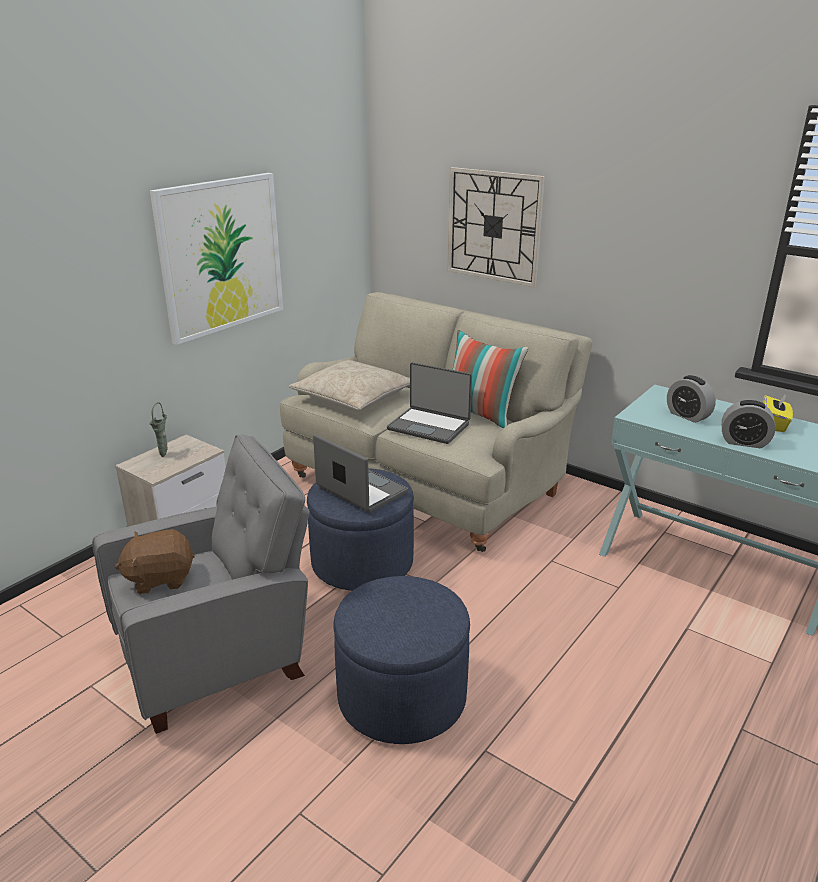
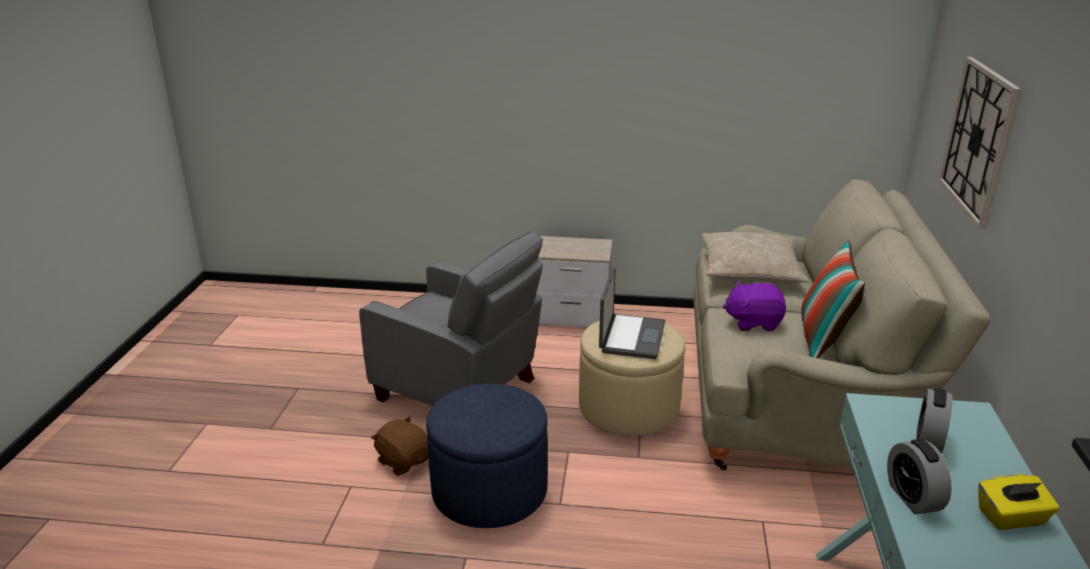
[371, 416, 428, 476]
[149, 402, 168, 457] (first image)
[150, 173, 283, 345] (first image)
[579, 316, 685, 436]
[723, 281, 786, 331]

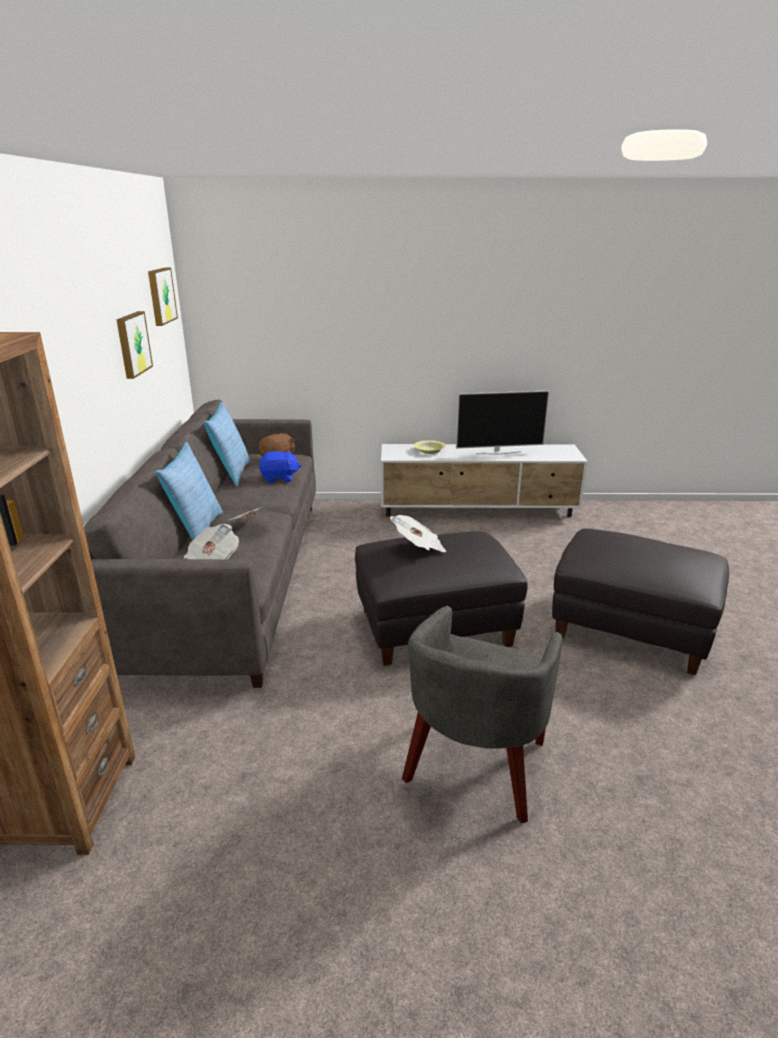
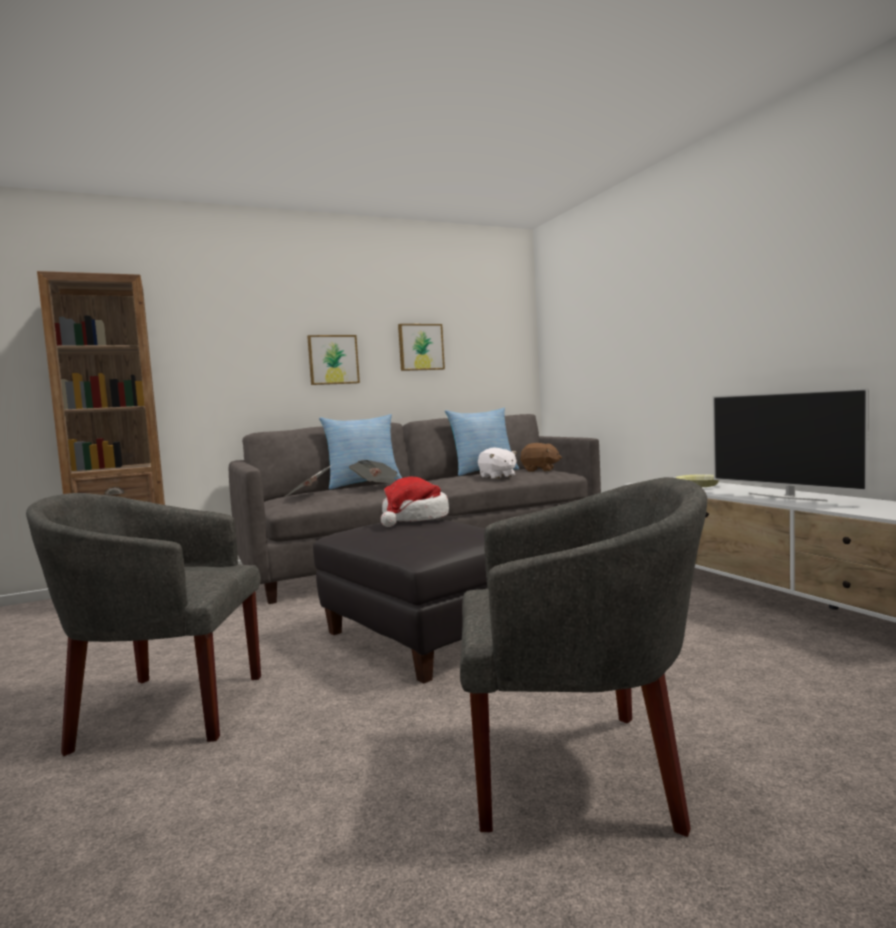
[307, 335, 360, 385]
[478, 448, 517, 479]
[381, 477, 449, 527]
[460, 477, 707, 837]

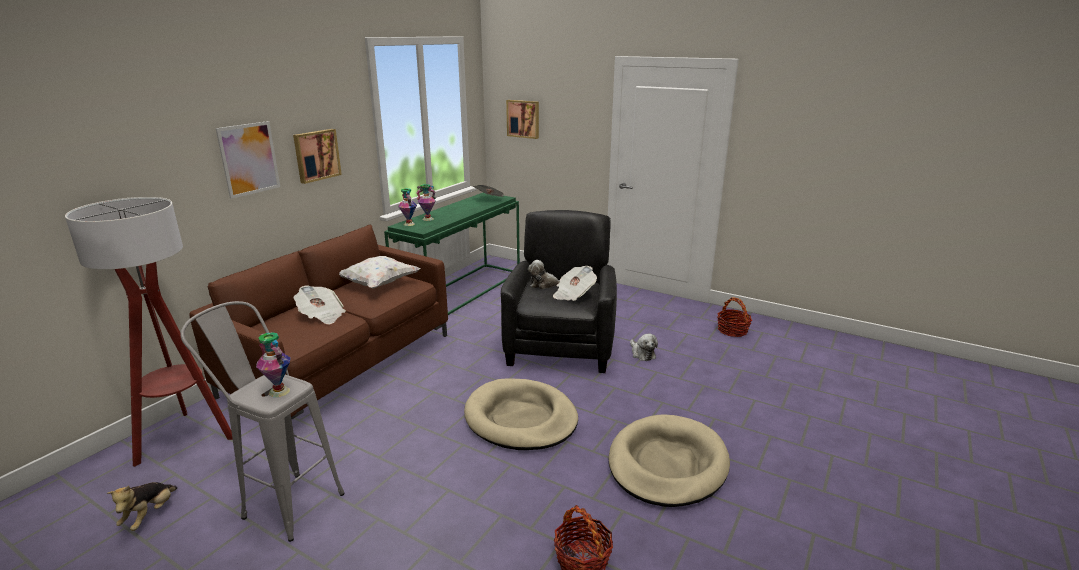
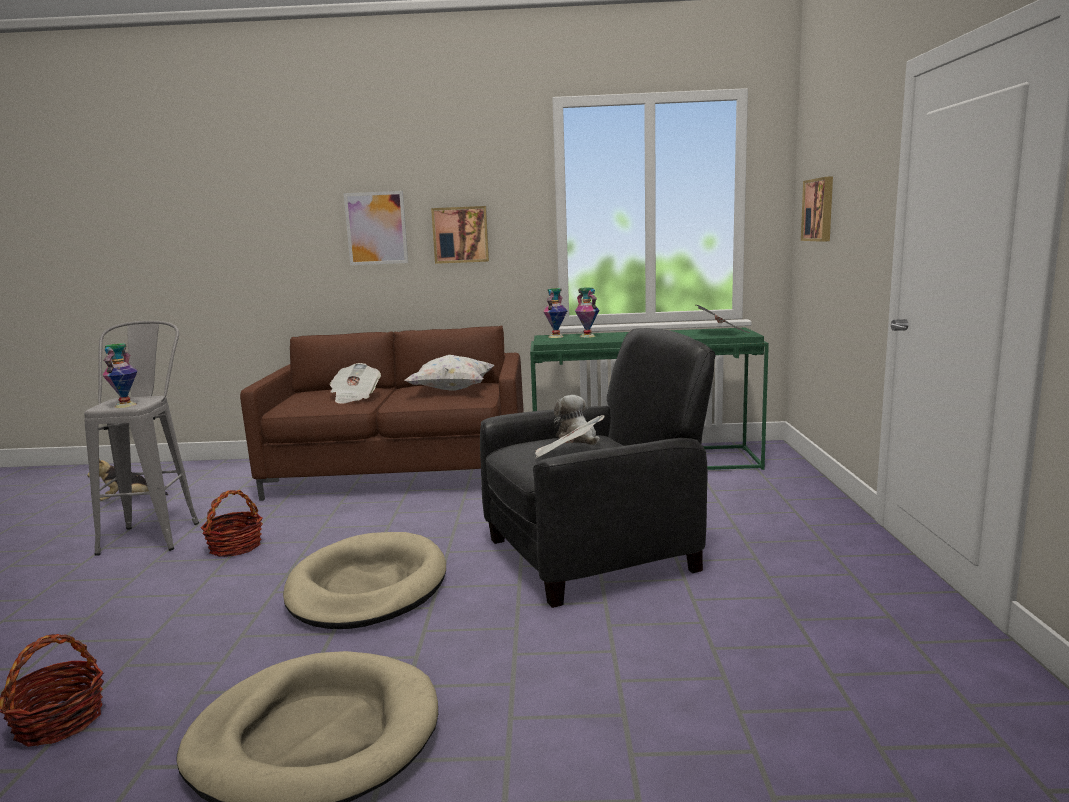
[65, 197, 233, 467] (first image)
[630, 334, 658, 361] (first image)
[201, 490, 263, 557]

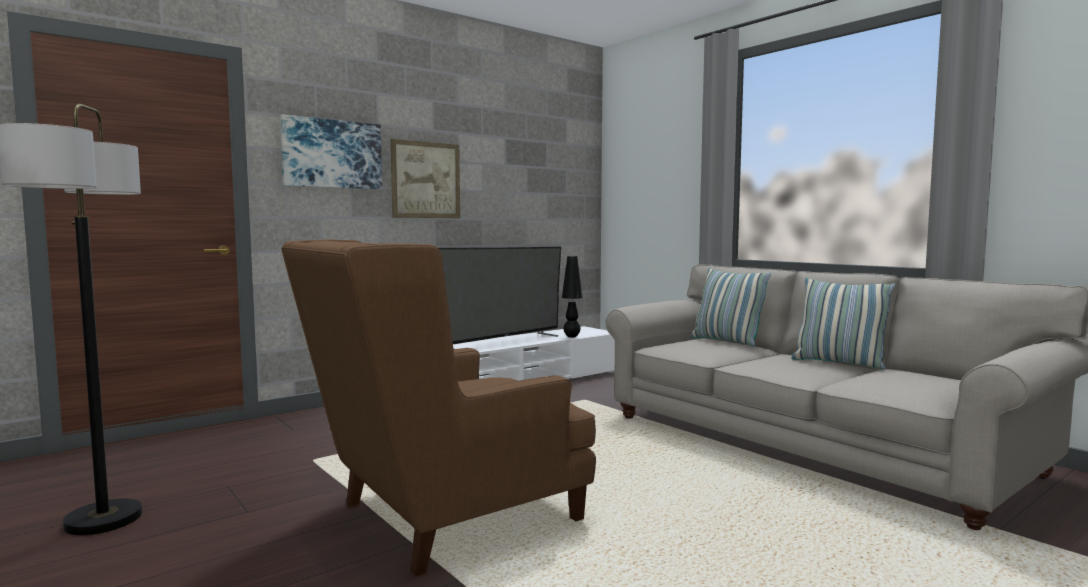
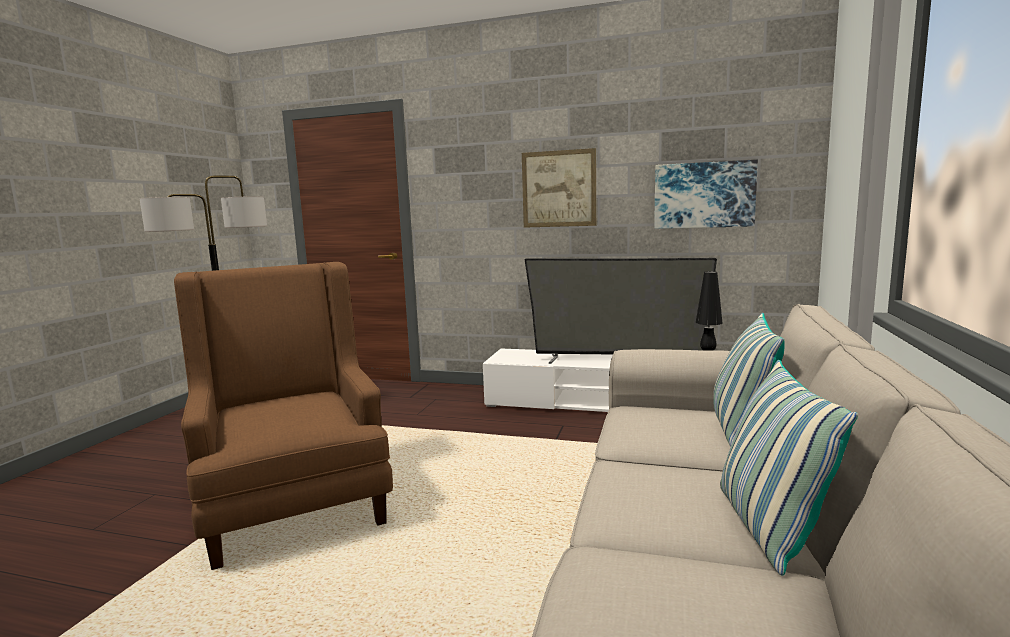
[654, 160, 758, 229]
[174, 262, 393, 570]

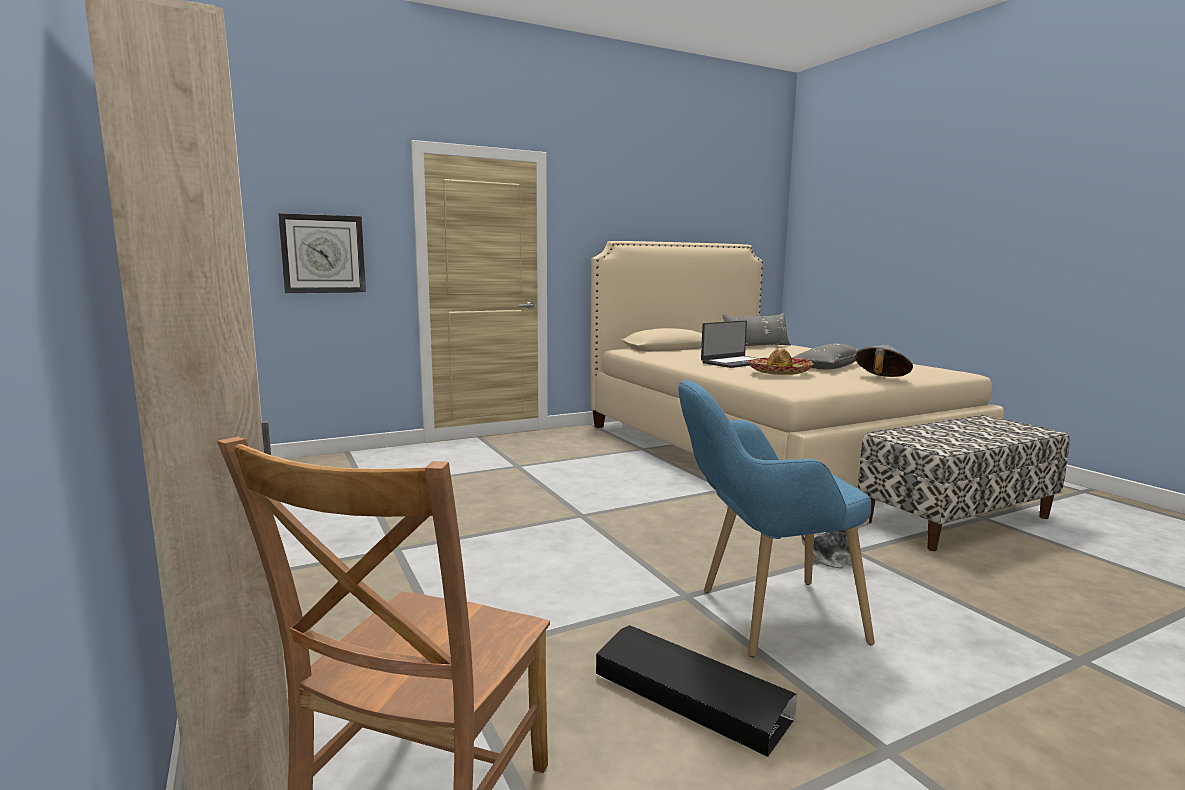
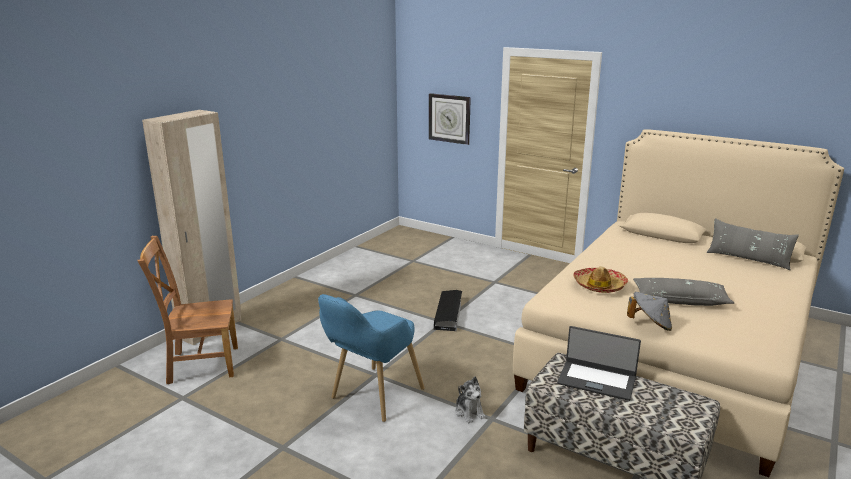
[434, 290, 462, 331]
[318, 294, 425, 422]
[557, 326, 641, 401]

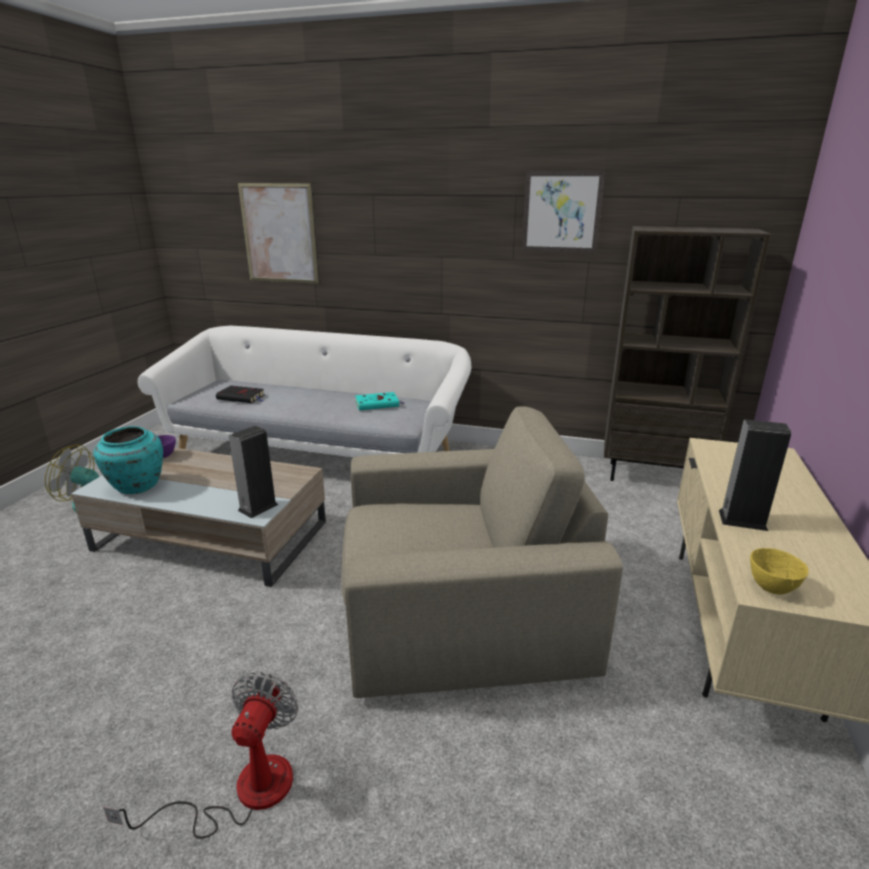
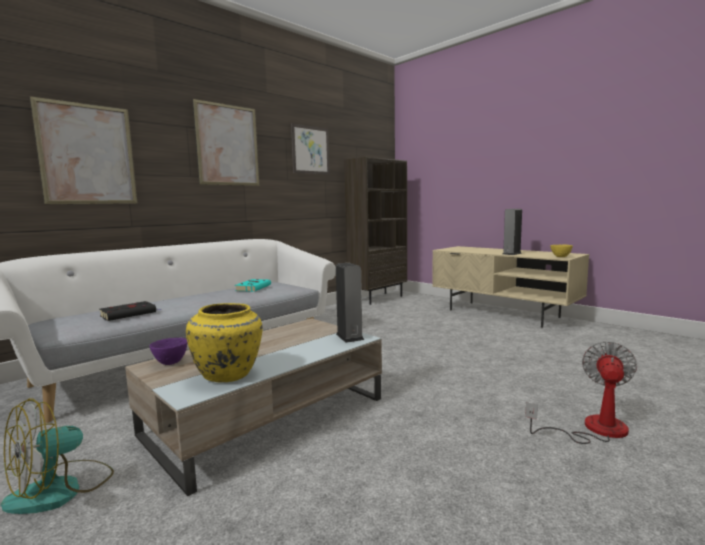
[186, 303, 262, 383]
[525, 341, 637, 444]
[341, 406, 623, 698] (first image)
[192, 99, 259, 186]

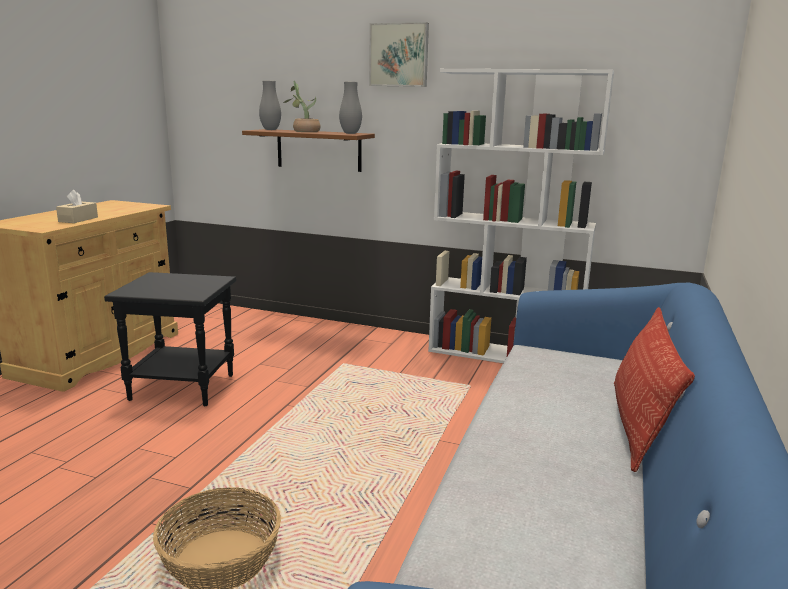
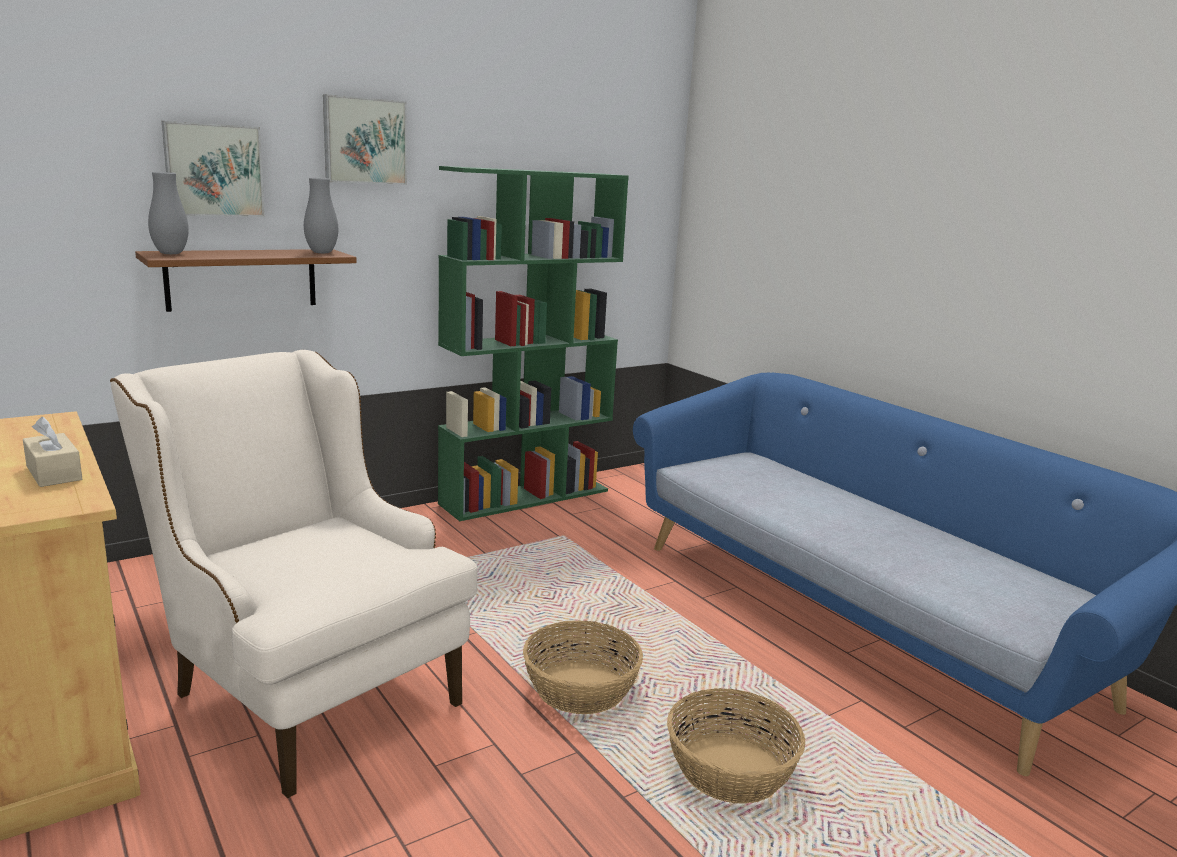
[110, 350, 477, 798]
[283, 81, 321, 132] (first image)
[438, 166, 629, 521]
[614, 307, 695, 472] (first image)
[162, 121, 265, 217]
[523, 621, 643, 714]

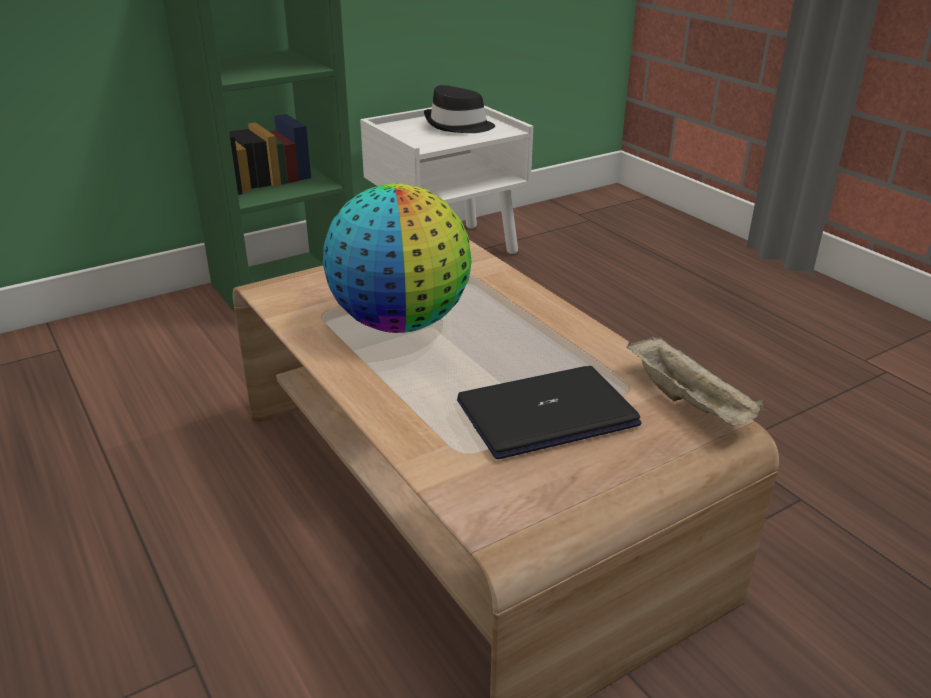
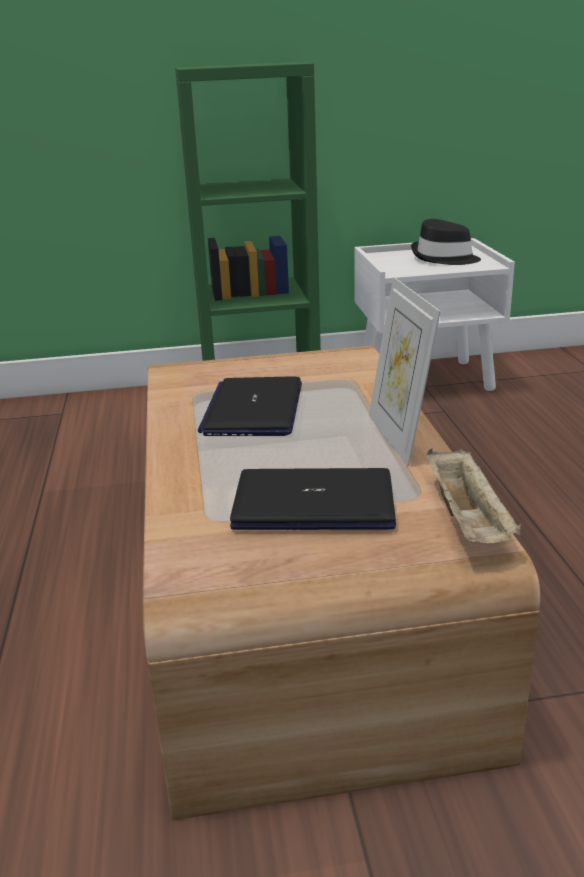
[198, 376, 302, 436]
[369, 277, 441, 466]

